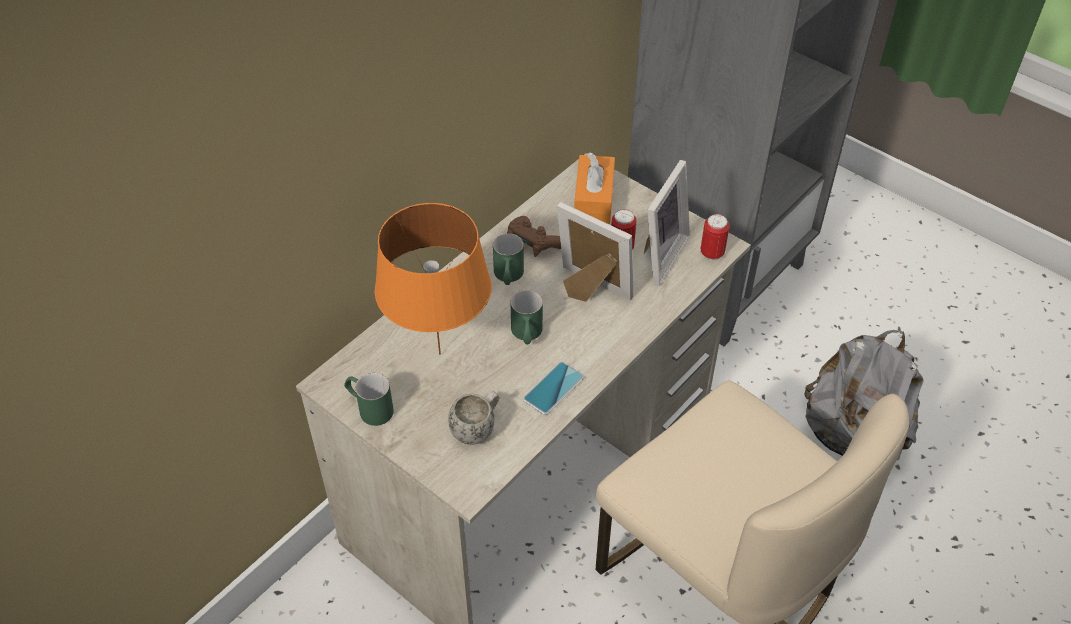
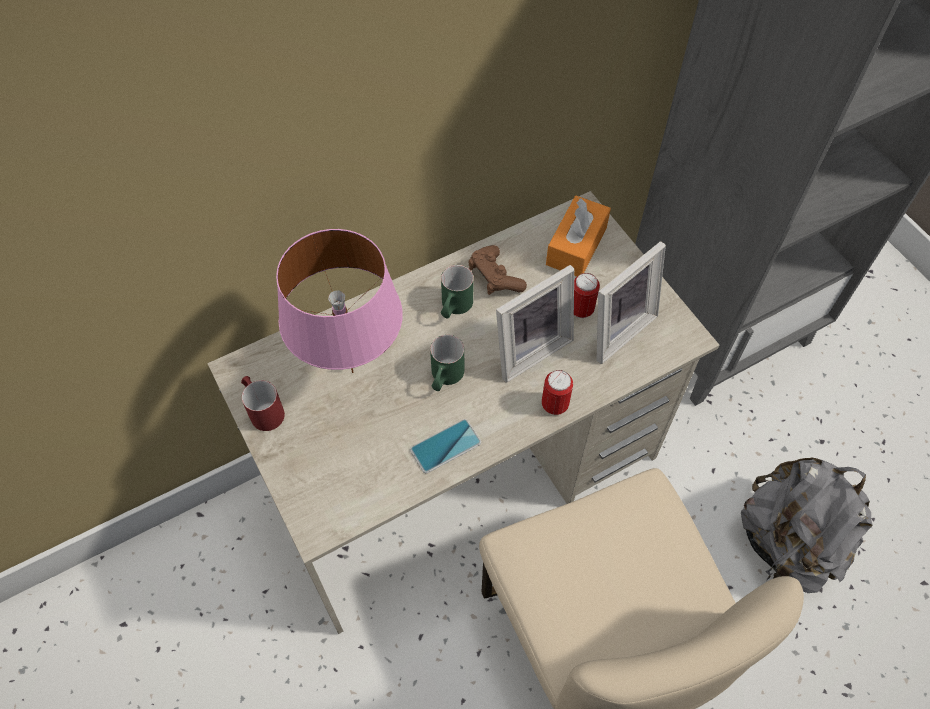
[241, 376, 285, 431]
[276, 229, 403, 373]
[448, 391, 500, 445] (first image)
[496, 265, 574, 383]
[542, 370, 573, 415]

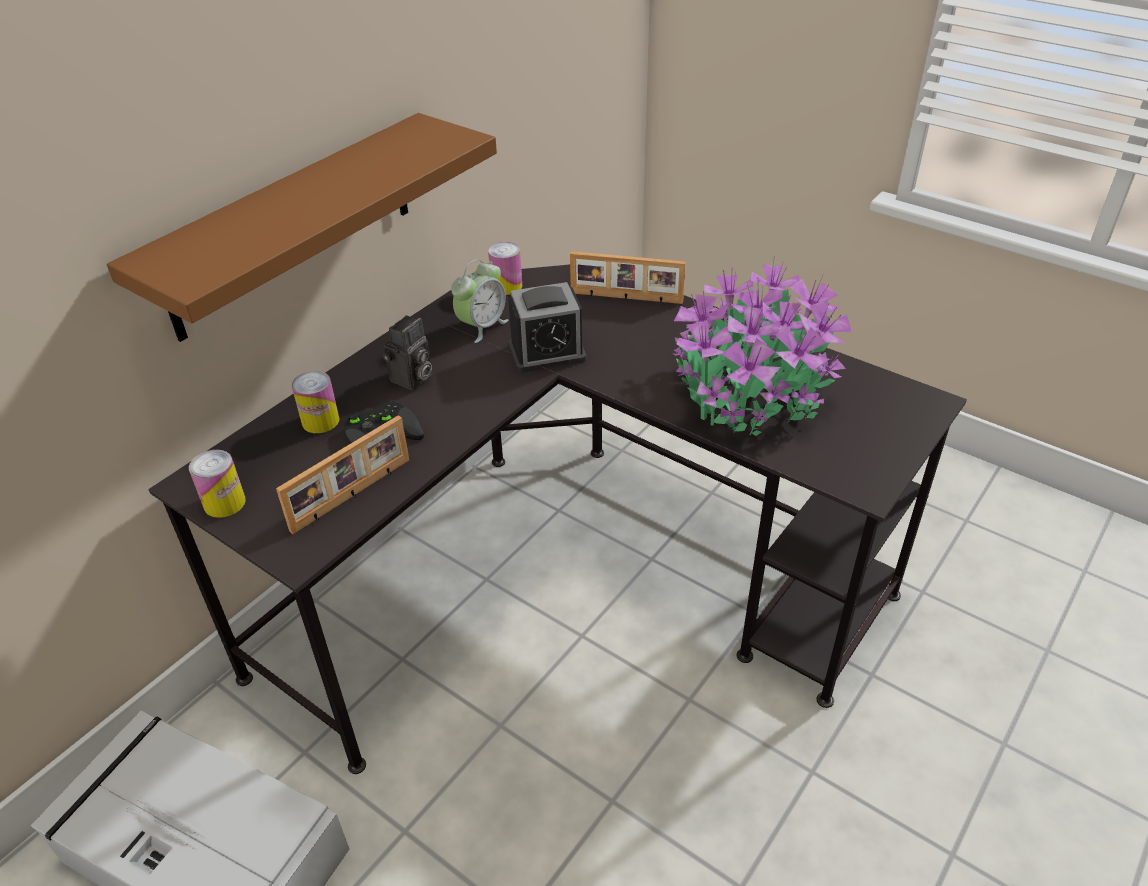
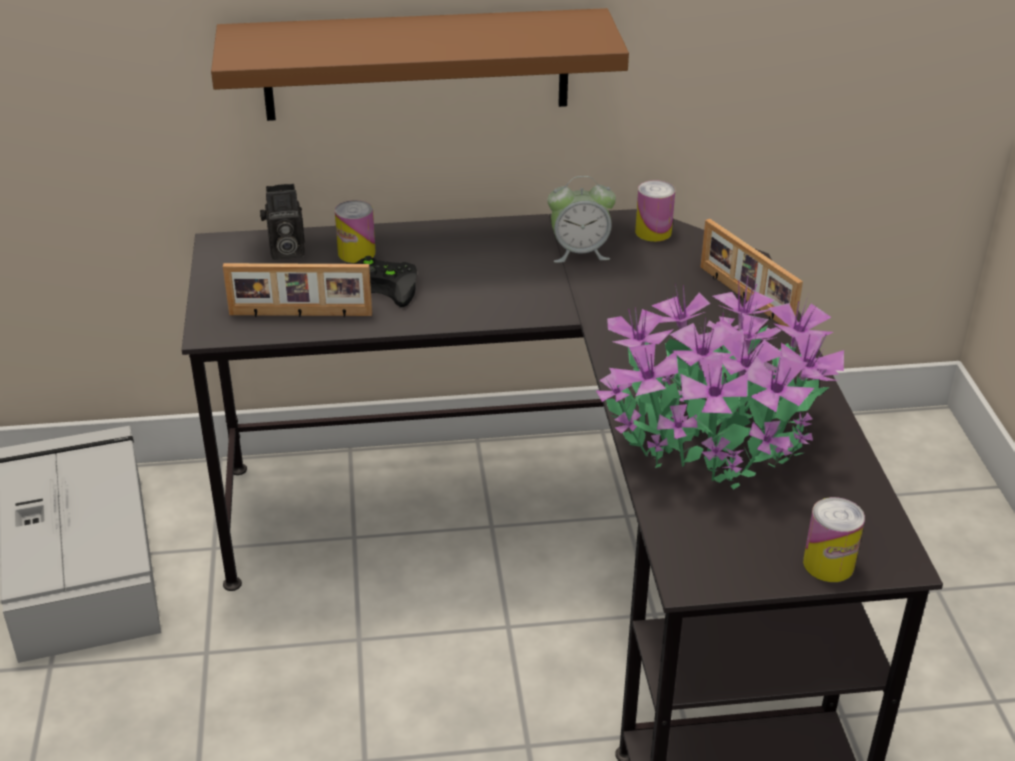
[803, 497, 865, 582]
[260, 184, 305, 260]
[508, 282, 586, 373] (first image)

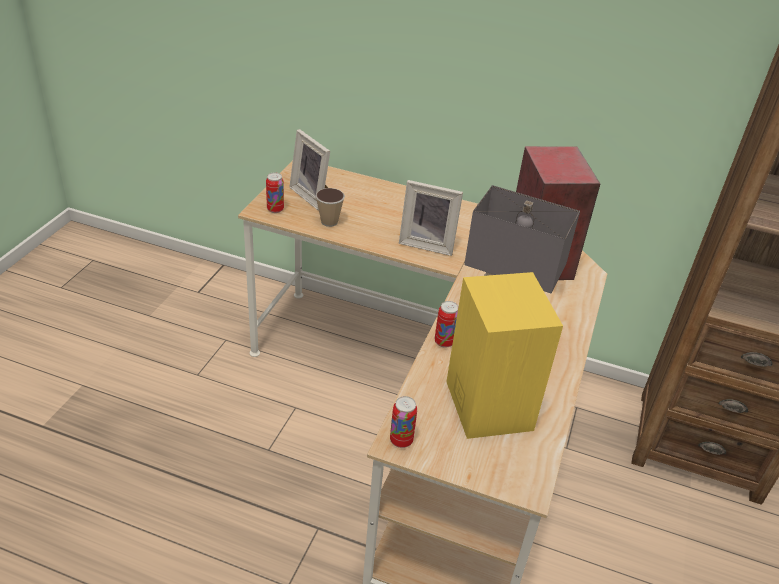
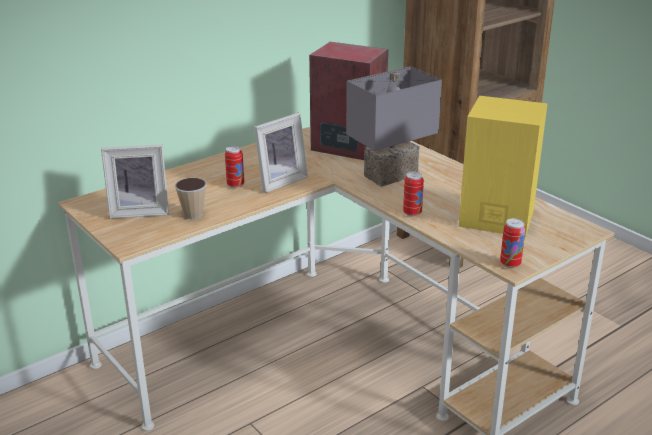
[225, 146, 244, 188]

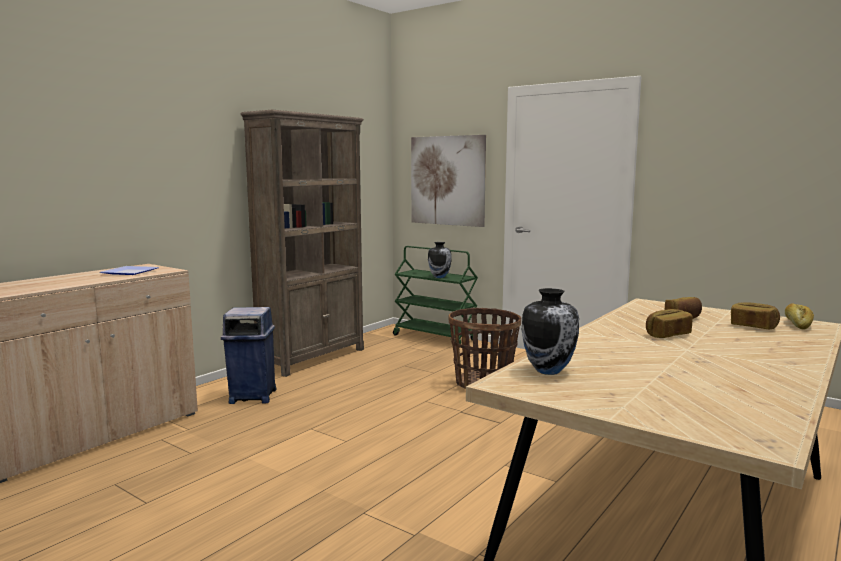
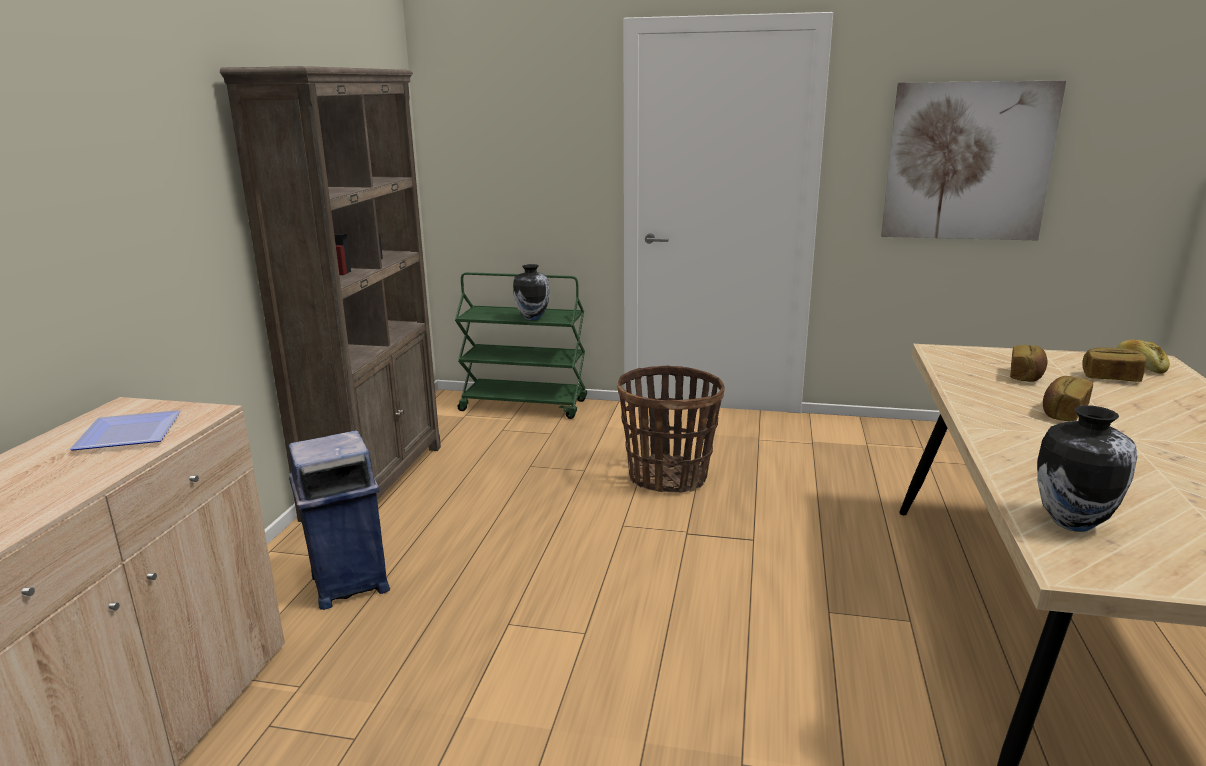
[881, 81, 1066, 240]

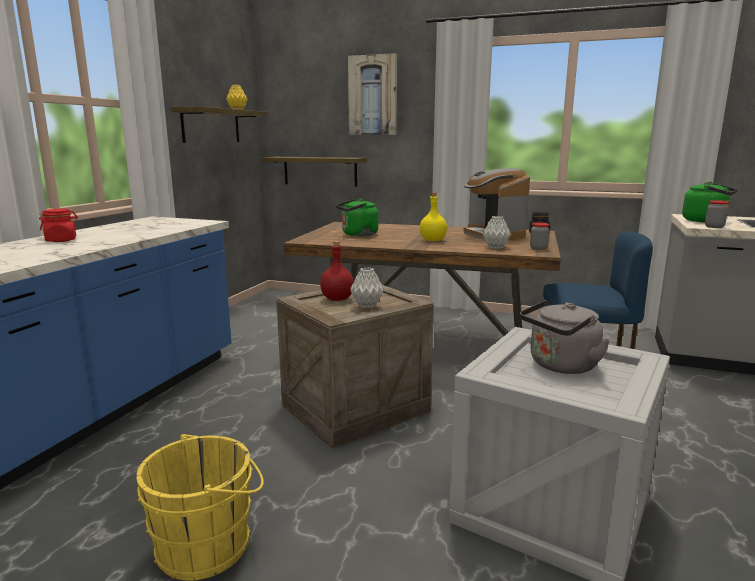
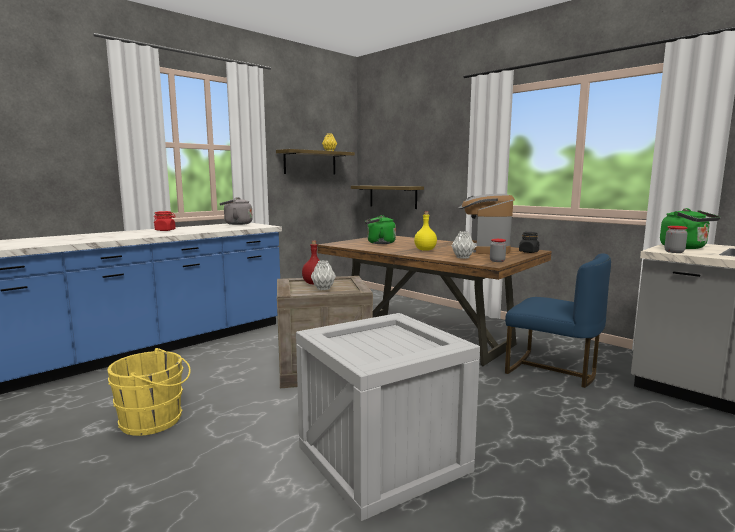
[348, 53, 397, 135] (first image)
[220, 197, 253, 225]

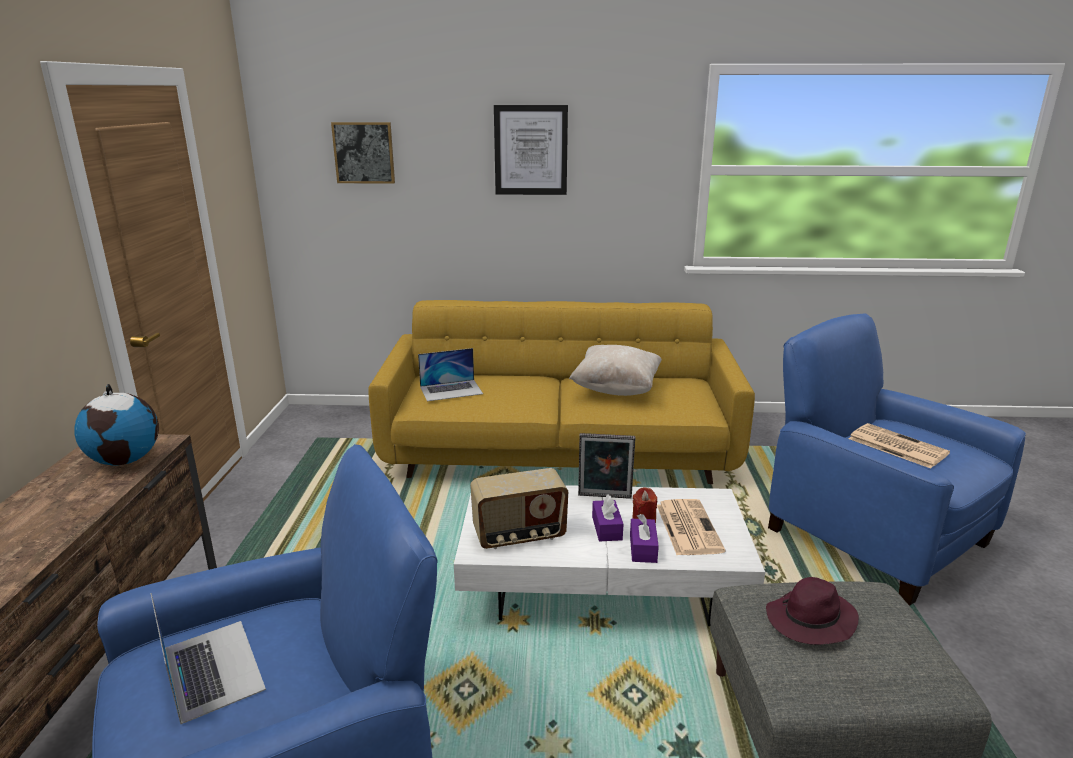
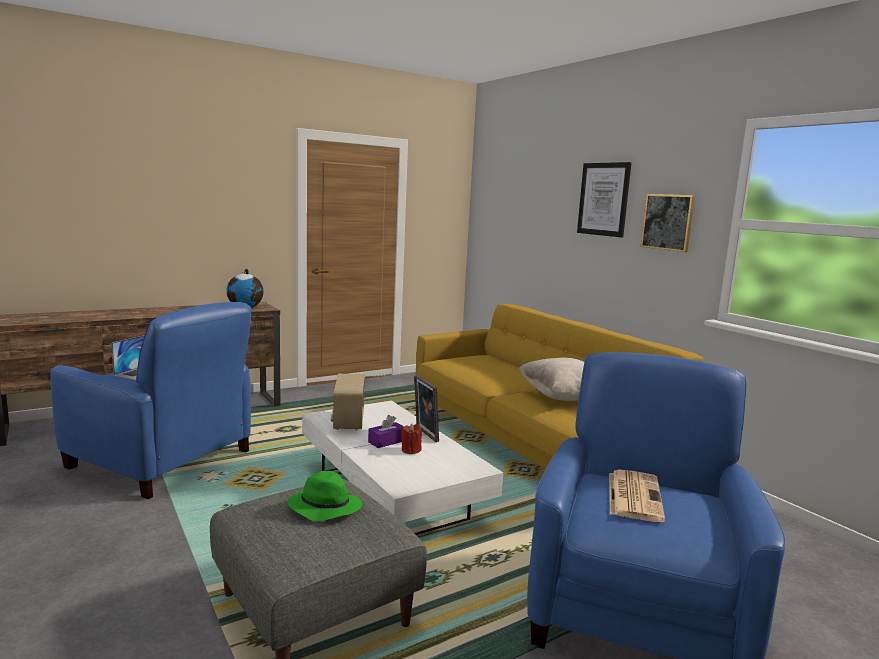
[640, 194, 695, 252]
[418, 348, 483, 401] (first image)
[331, 374, 365, 430]
[630, 514, 659, 563] (first image)
[657, 499, 725, 555] (first image)
[287, 471, 363, 522]

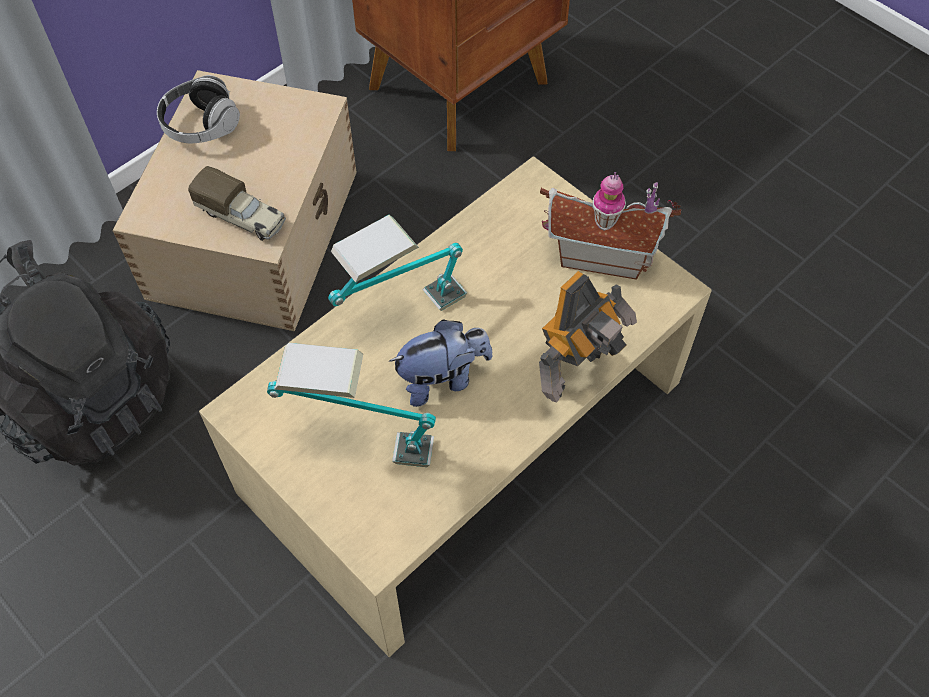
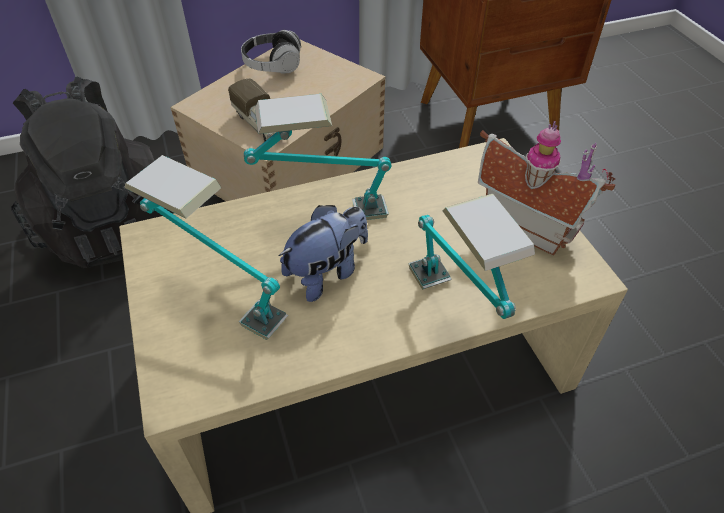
[279, 205, 368, 302]
[408, 194, 535, 319]

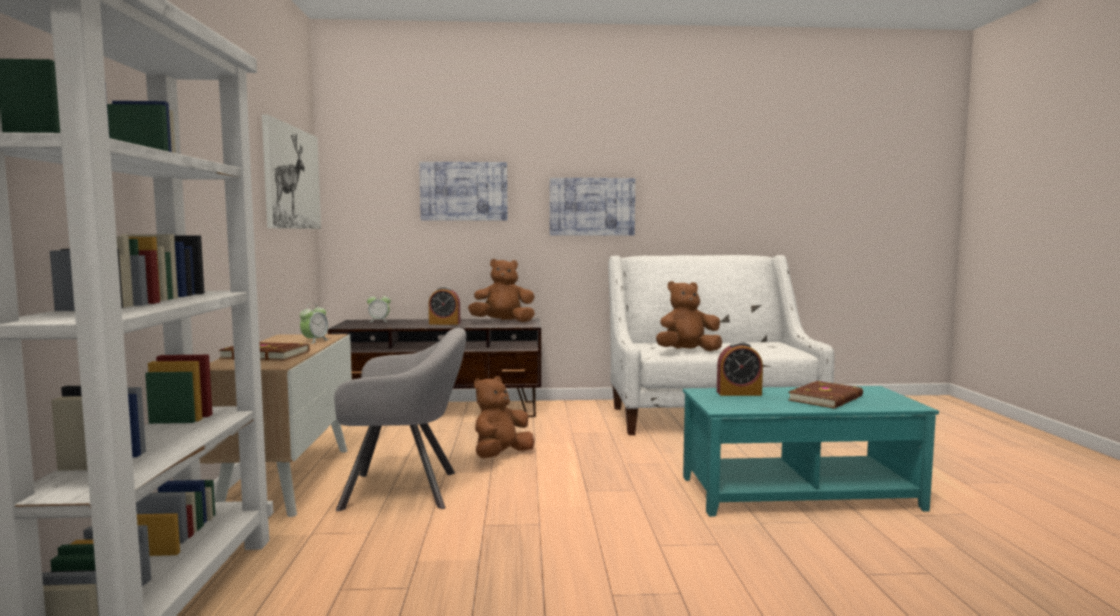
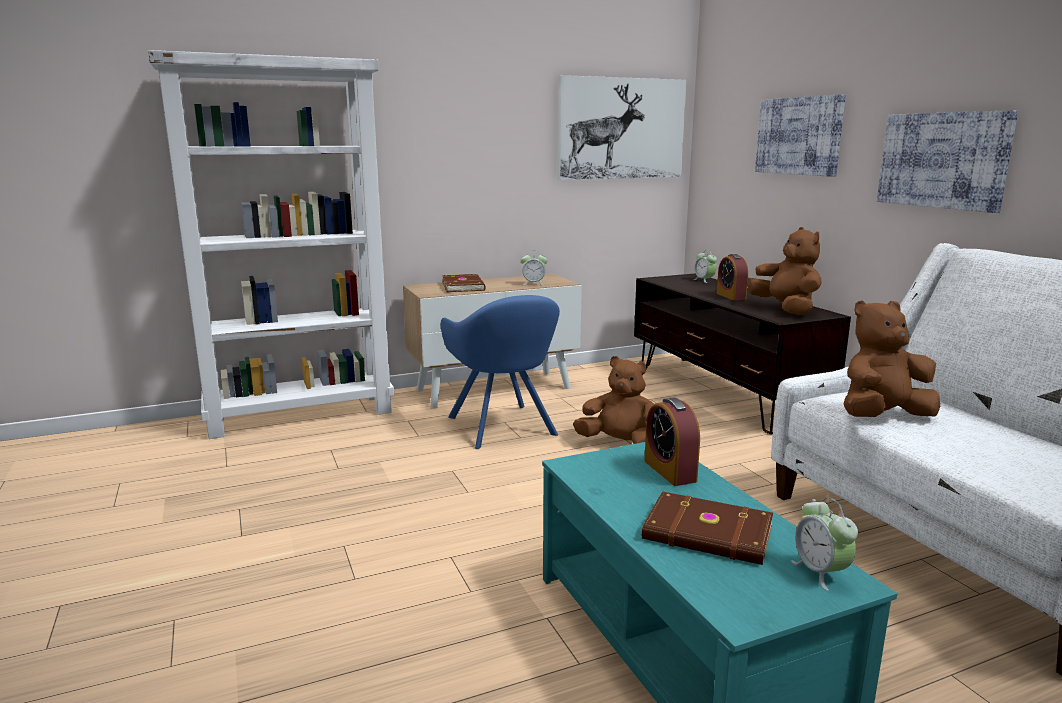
[441, 295, 560, 449]
[843, 300, 940, 417]
[791, 498, 858, 591]

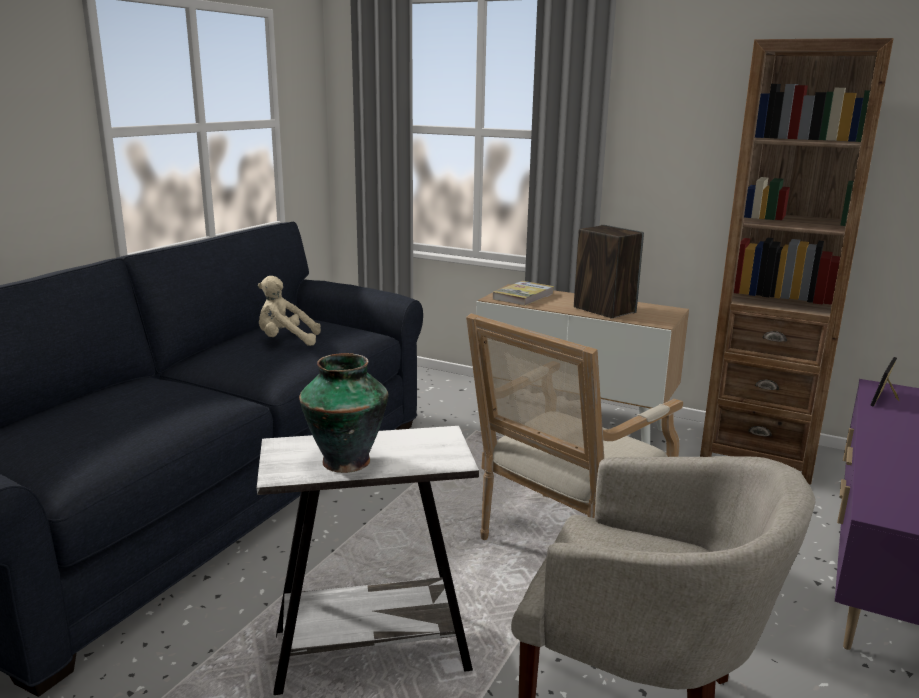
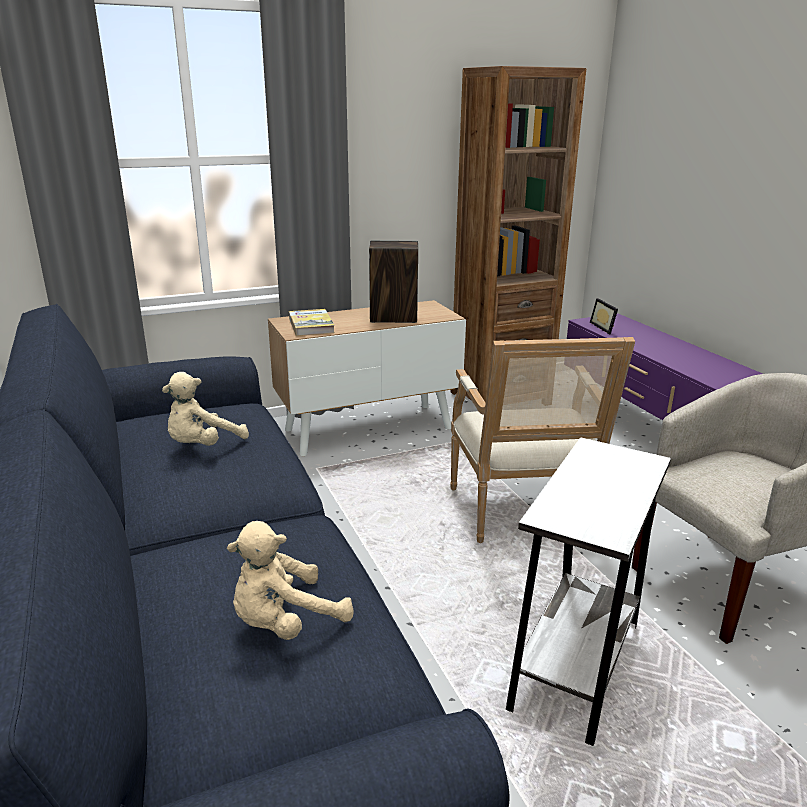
[299, 353, 388, 473] (first image)
[227, 521, 354, 640]

